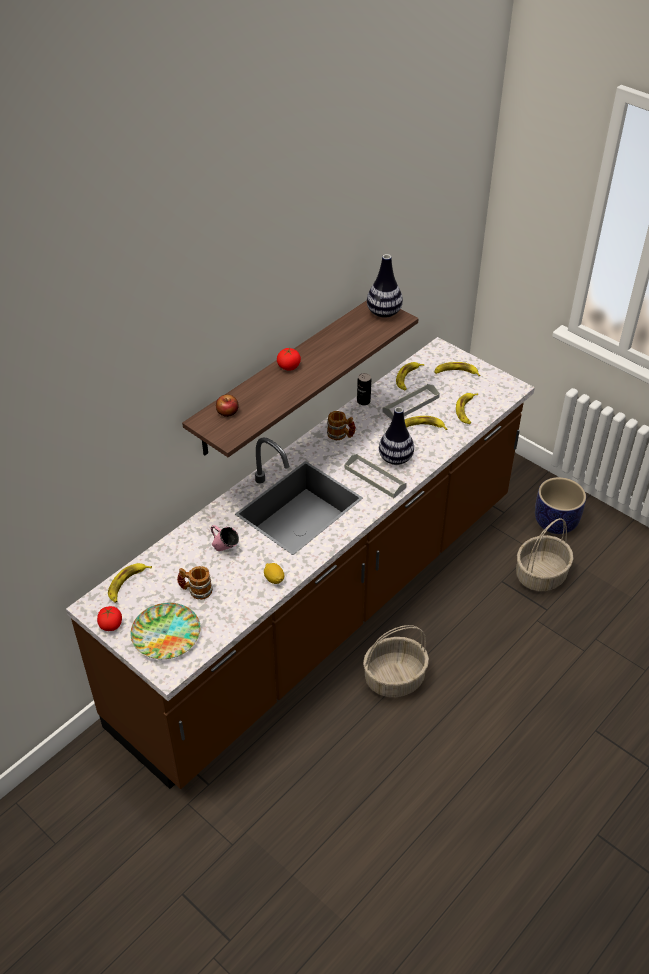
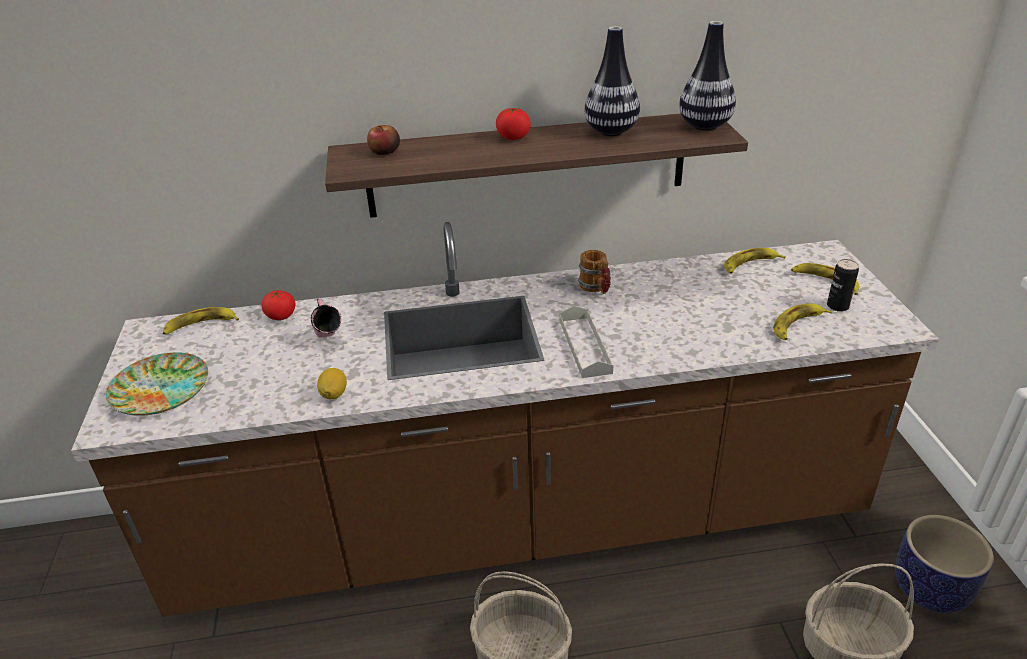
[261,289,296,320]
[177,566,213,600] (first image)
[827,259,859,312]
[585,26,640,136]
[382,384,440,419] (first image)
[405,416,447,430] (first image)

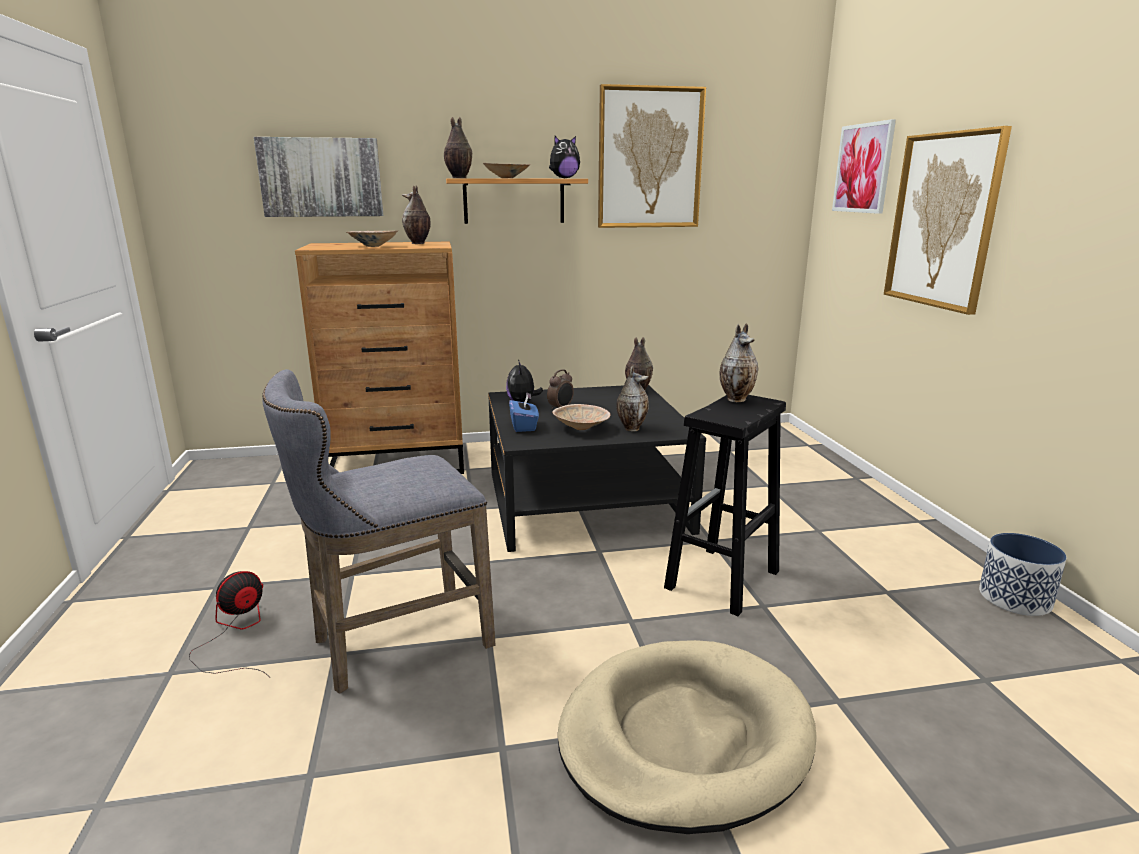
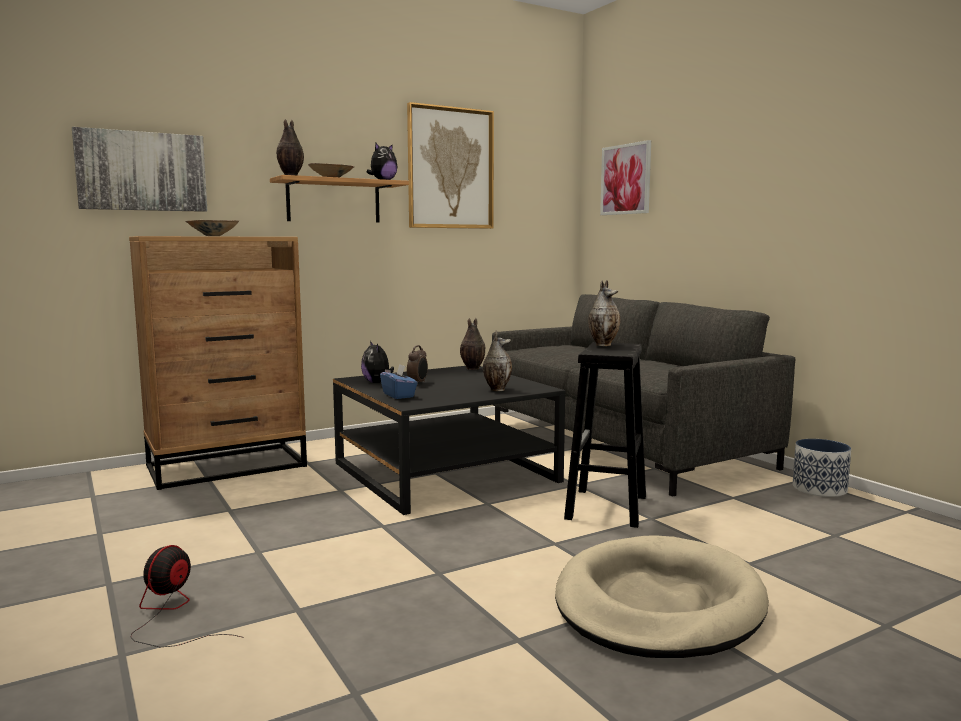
[262,369,496,694] (first image)
[402,185,431,244] (first image)
[552,404,610,430] (first image)
[884,126,1012,315] (first image)
[492,294,795,497]

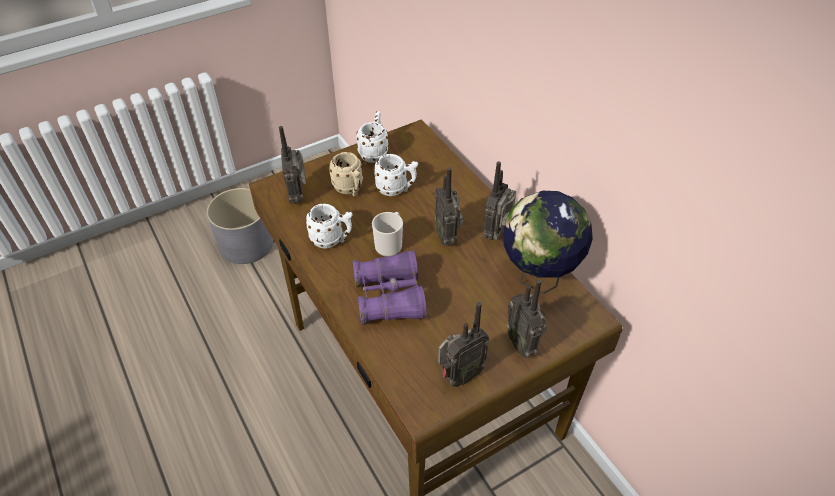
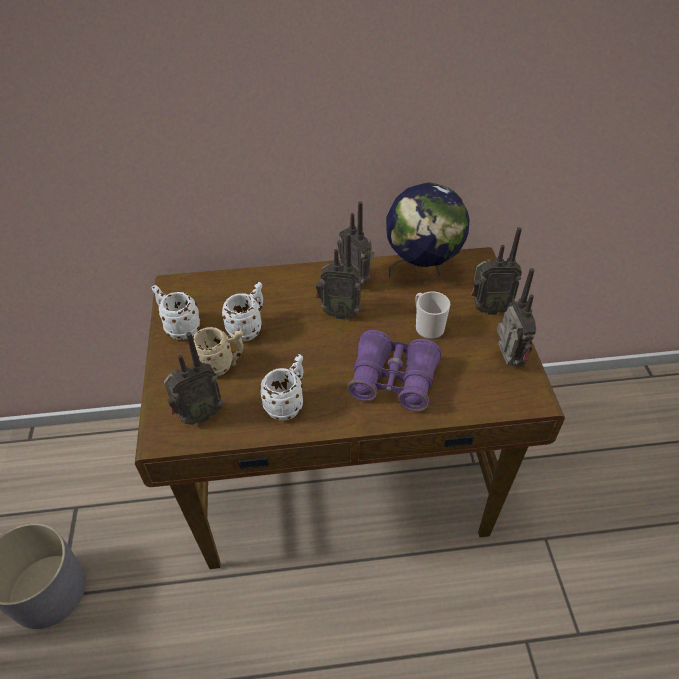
[164,332,223,425]
[415,291,450,339]

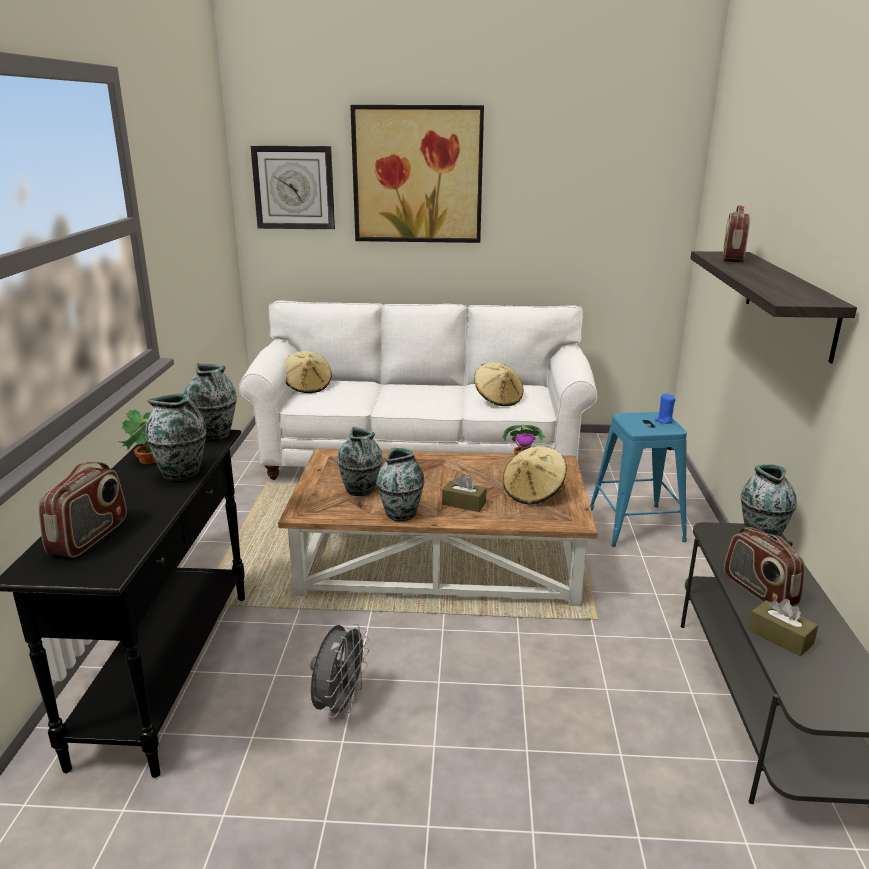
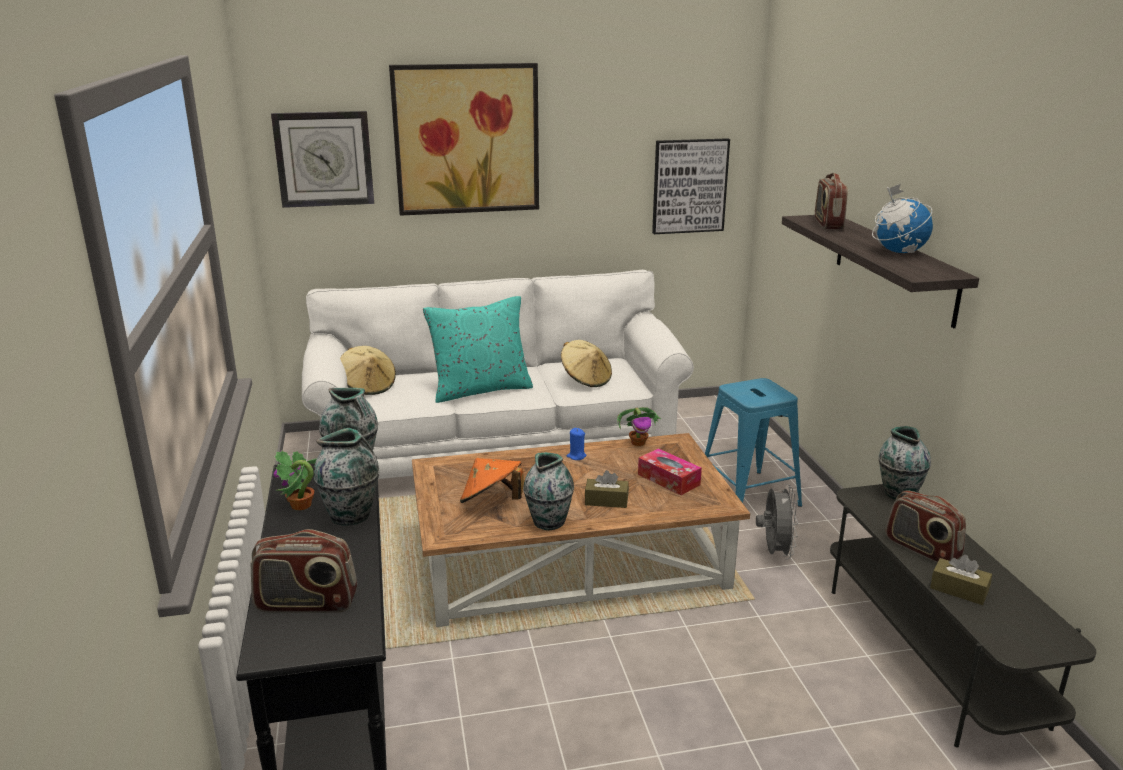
[251,529,357,613]
[756,484,798,560]
[460,458,524,503]
[638,448,702,495]
[567,428,587,460]
[423,296,533,403]
[652,138,730,234]
[872,184,933,253]

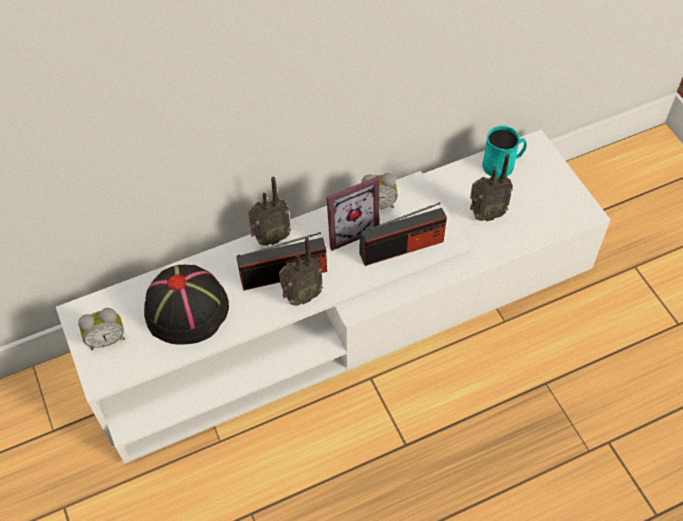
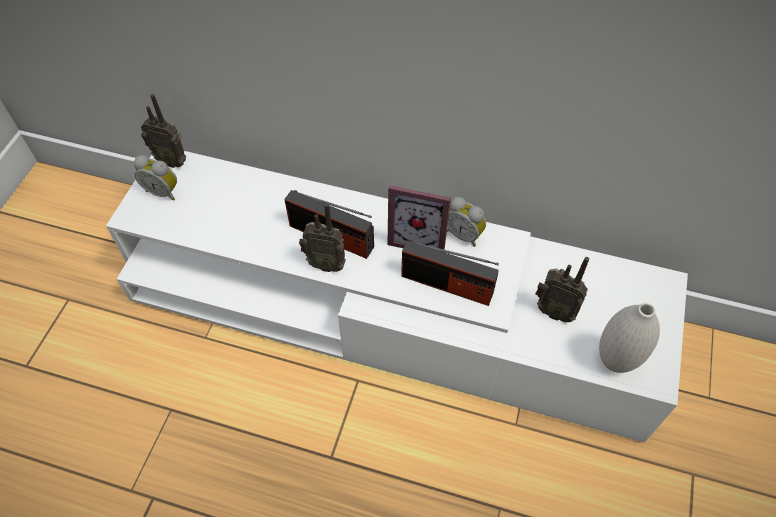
[144,265,229,345] (first image)
[141,94,186,168]
[482,126,527,178] (first image)
[599,303,660,373]

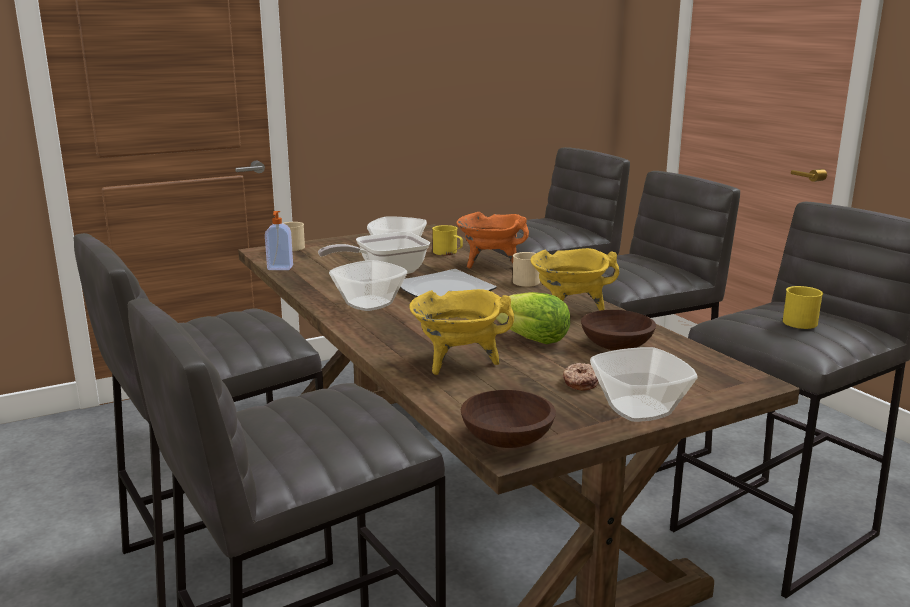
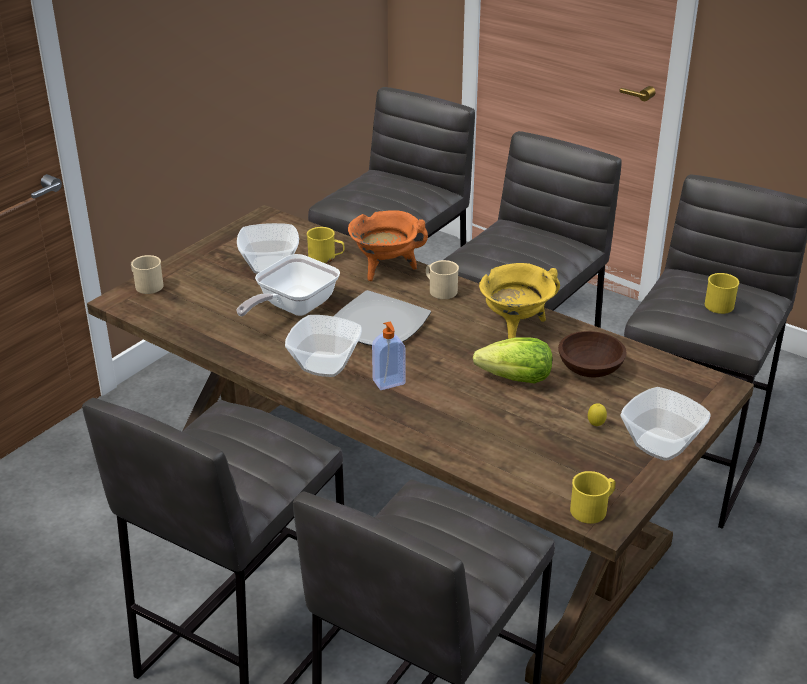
[372,322,405,390]
[409,289,514,375] (first image)
[570,471,616,524]
[588,403,607,426]

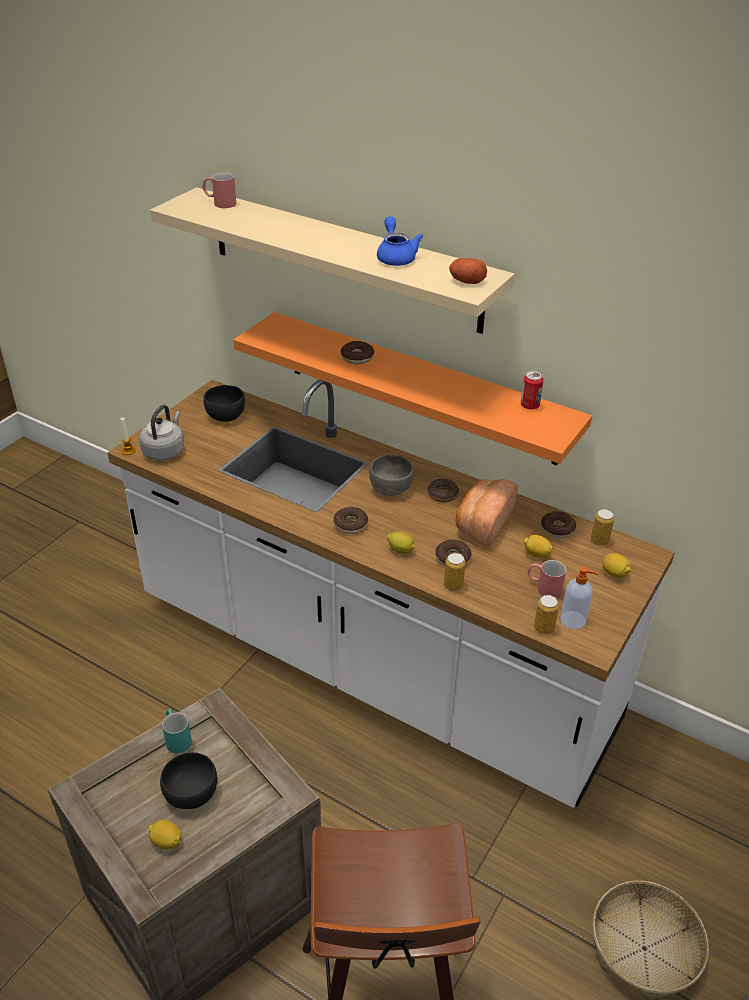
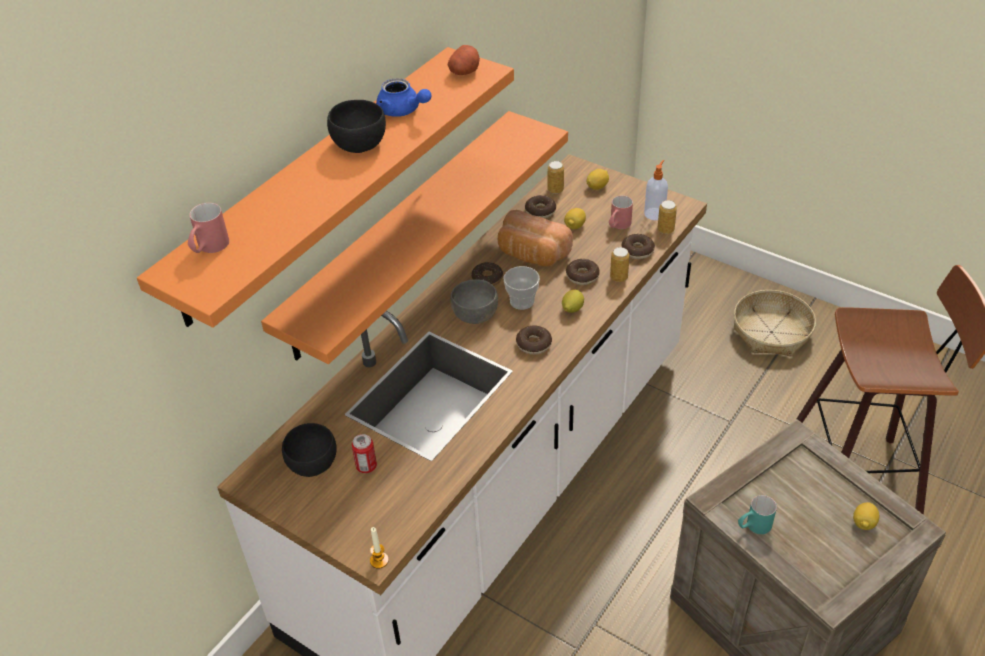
[139,405,184,461] (first image)
[137,47,514,328]
[327,100,386,153]
[622,234,655,259]
[376,78,432,117]
[352,434,377,473]
[504,266,540,310]

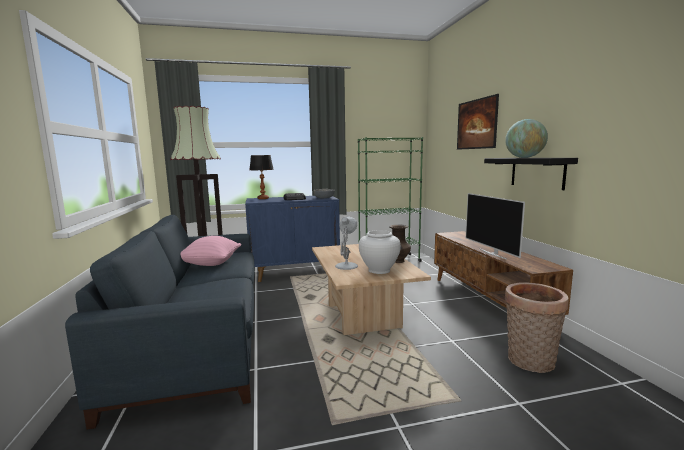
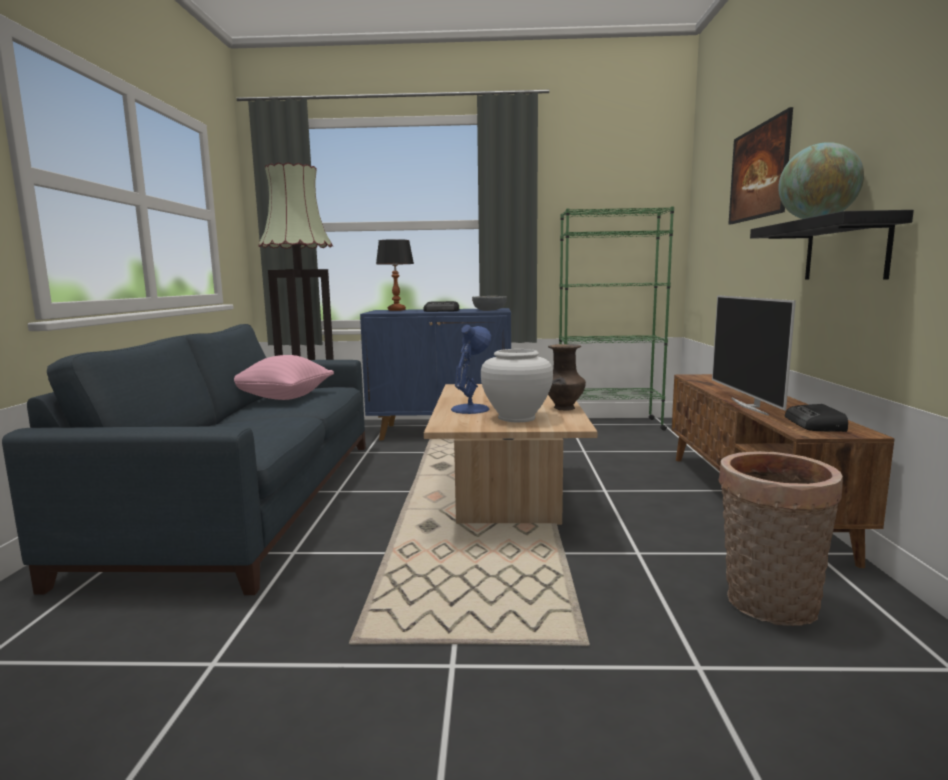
[451,325,491,414]
[785,404,848,432]

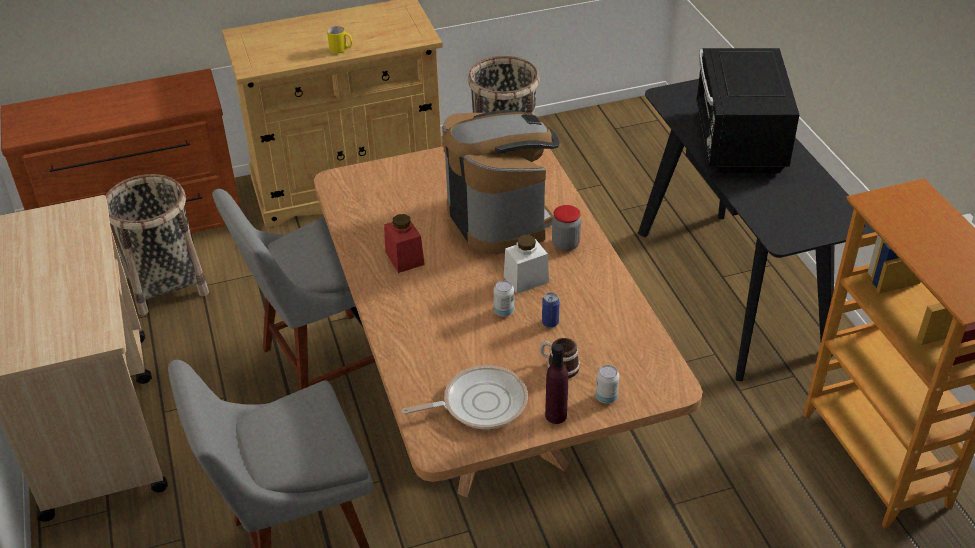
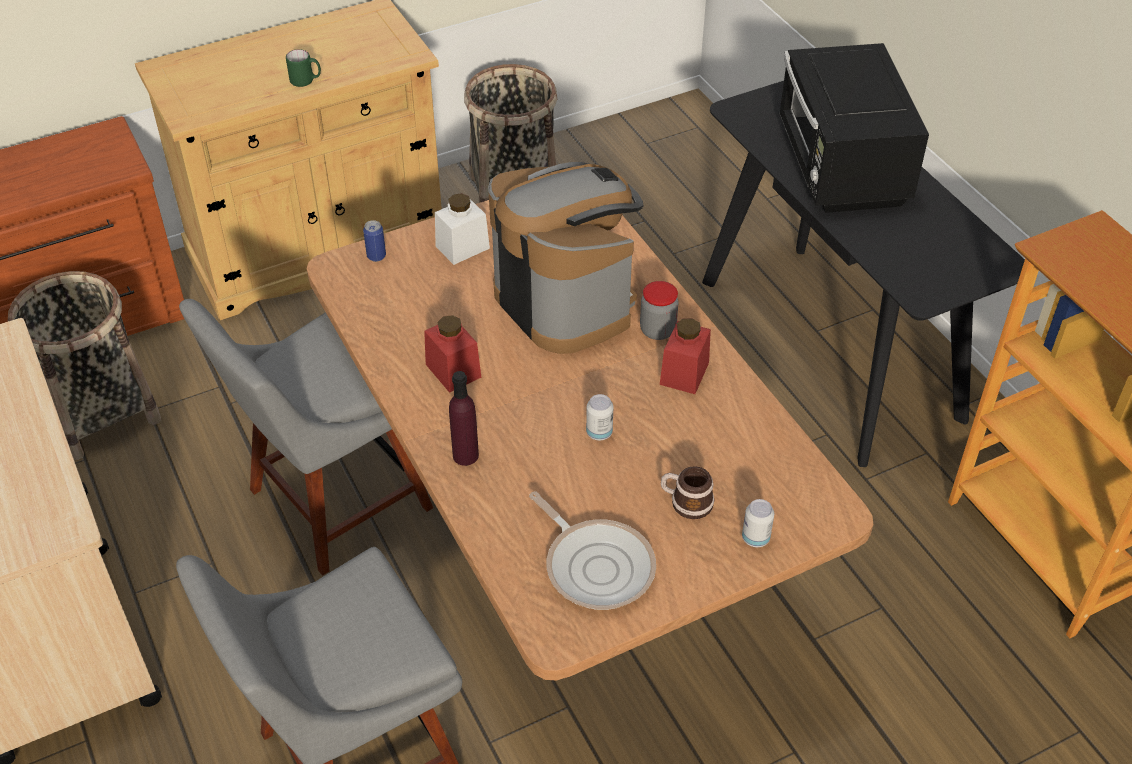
[286,49,321,87]
[529,492,656,610]
[435,193,490,265]
[363,220,386,262]
[449,371,479,466]
[660,318,711,394]

